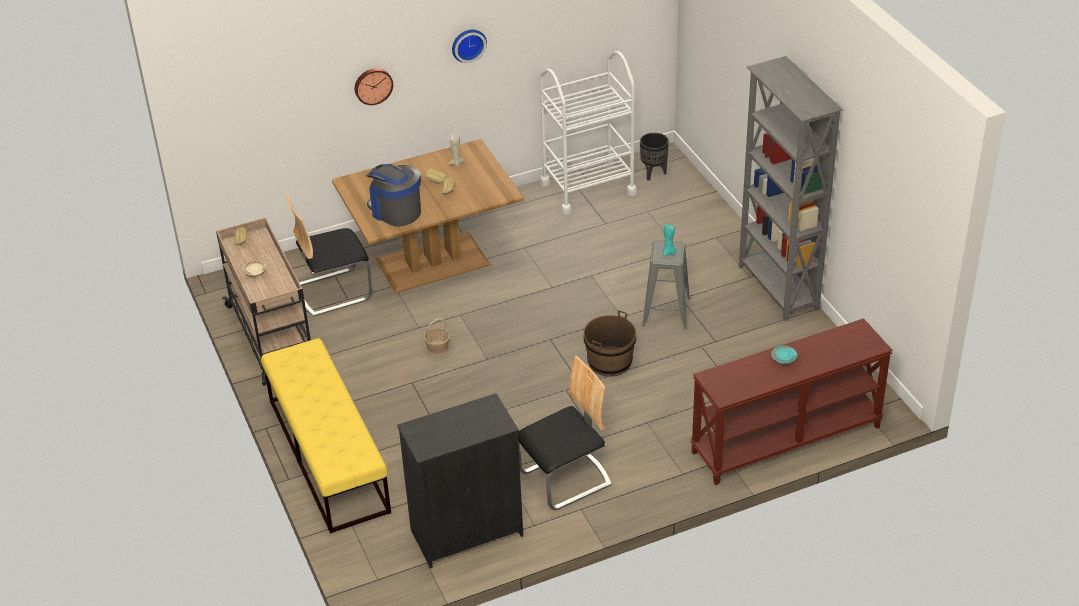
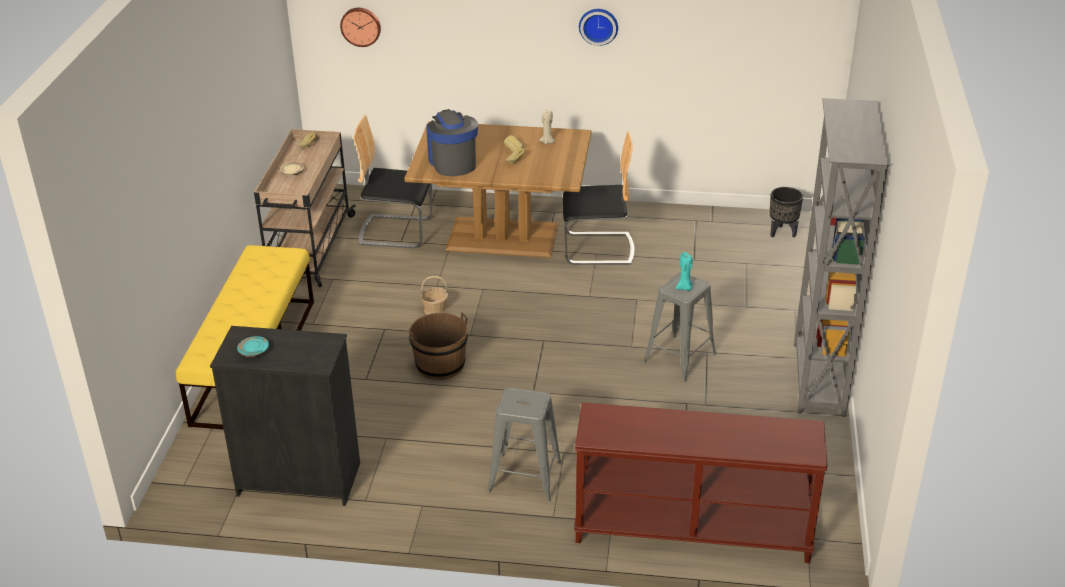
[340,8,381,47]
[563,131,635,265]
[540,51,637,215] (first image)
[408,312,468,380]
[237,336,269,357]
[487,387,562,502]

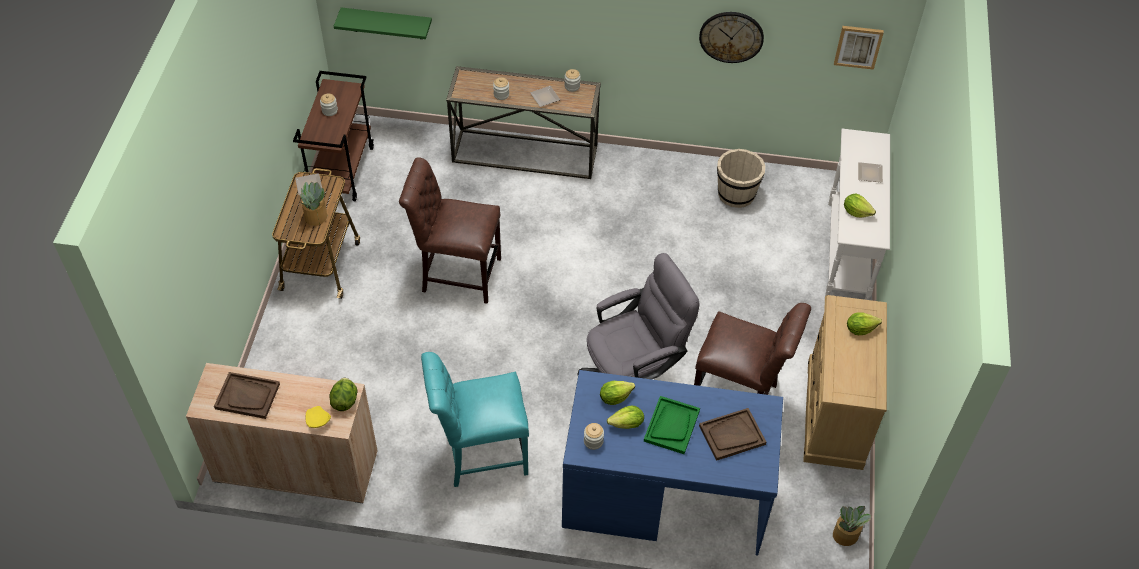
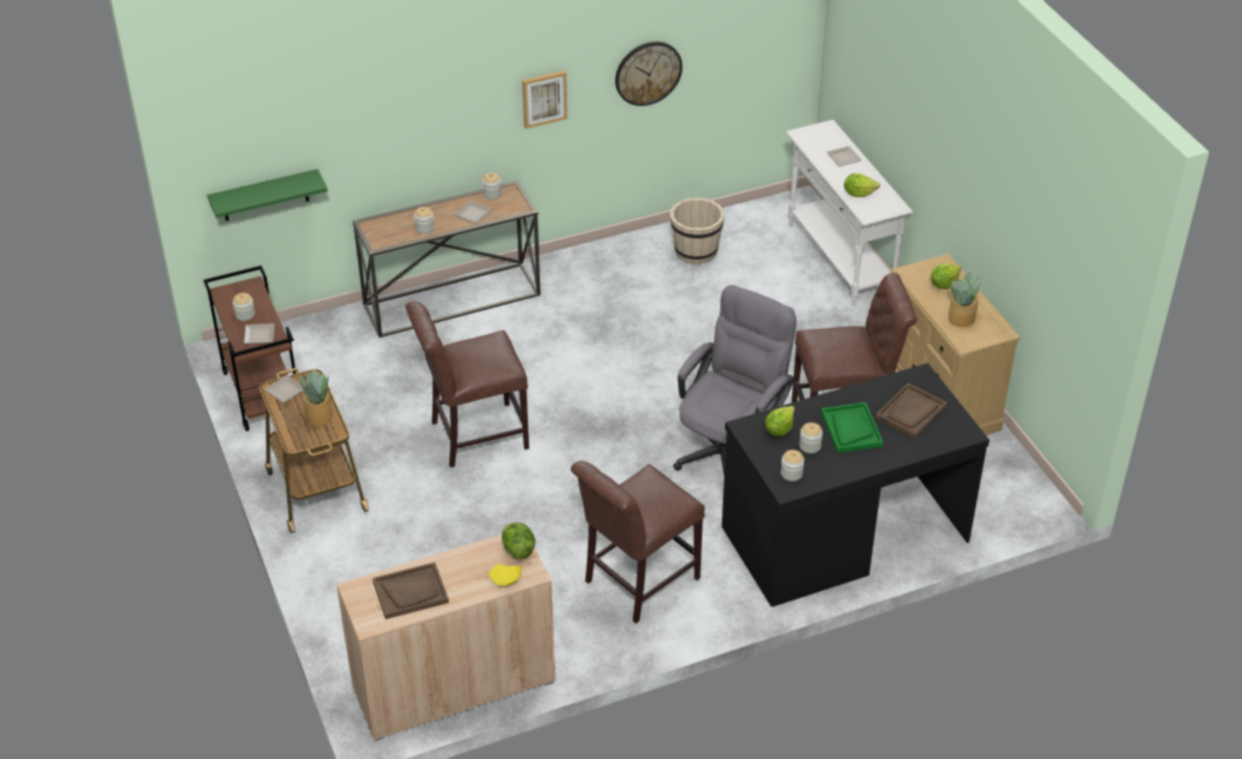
[571,461,705,623]
[722,363,989,607]
[799,422,823,453]
[948,272,983,327]
[522,71,568,129]
[244,323,275,344]

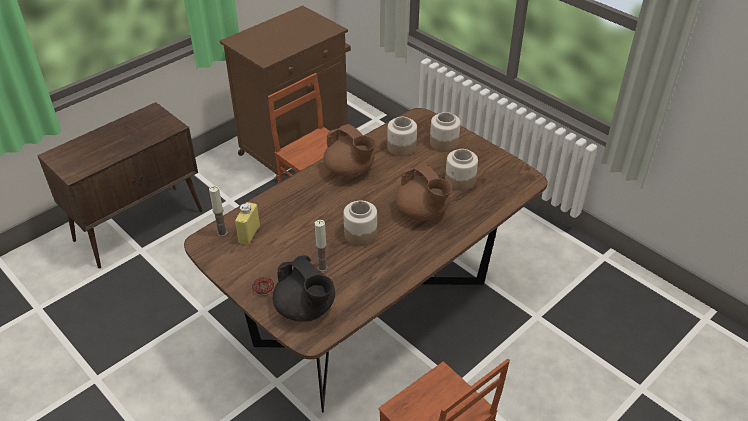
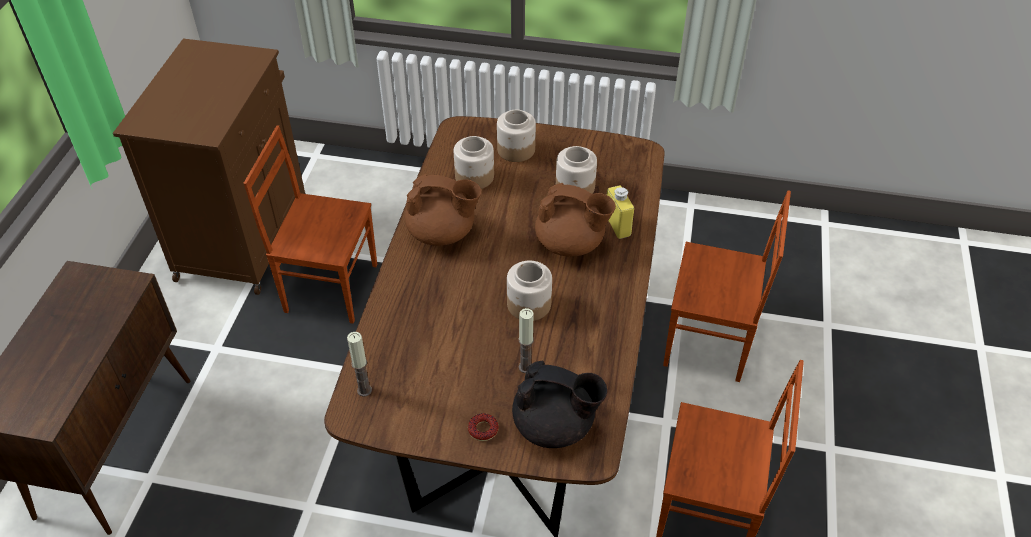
[607,186,634,239]
[663,190,791,382]

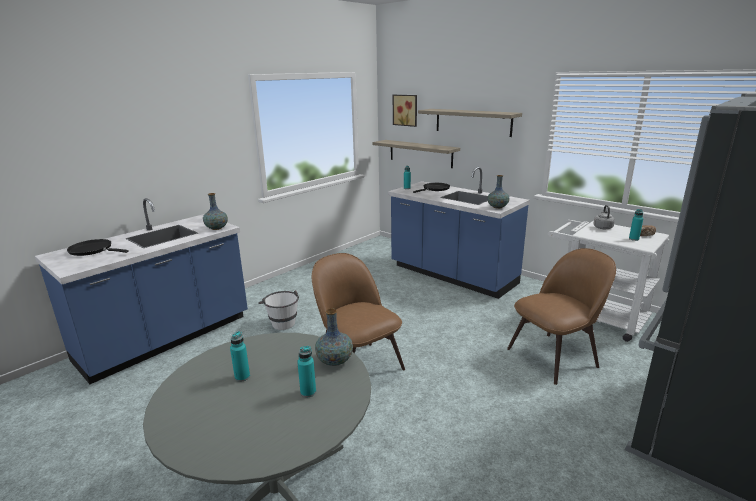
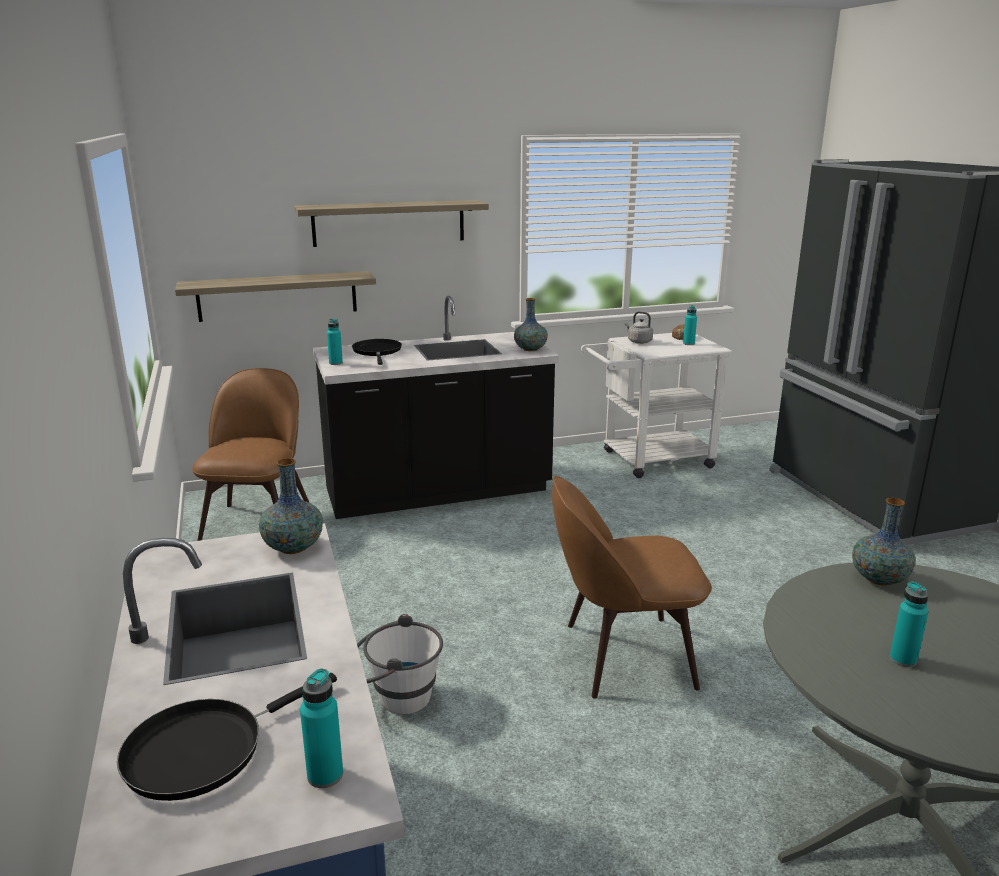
[300,668,343,788]
[313,296,559,519]
[393,95,417,127] (first image)
[192,368,309,541]

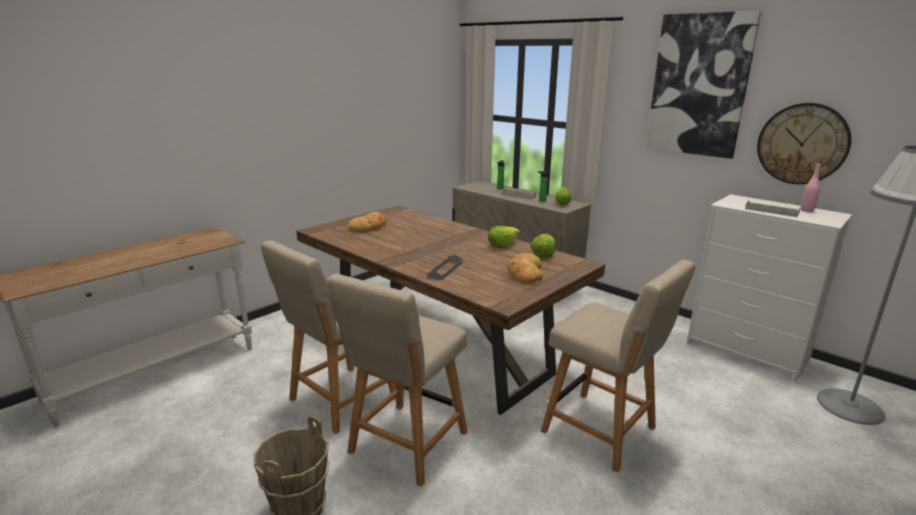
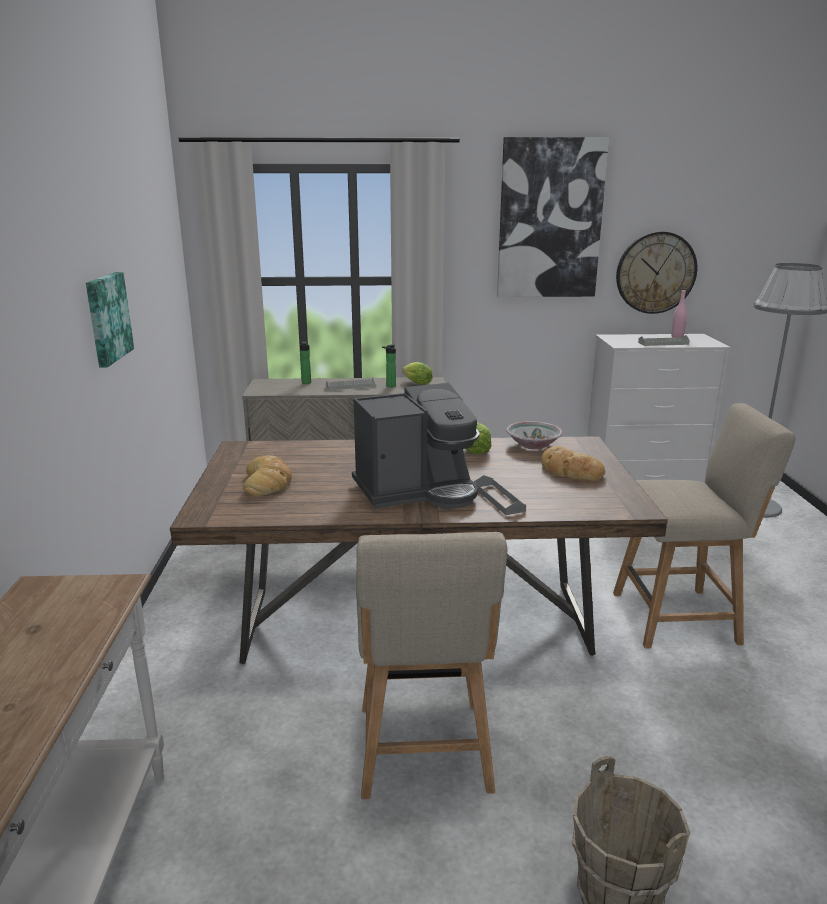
[326,274,468,487] (first image)
[506,421,563,450]
[86,272,134,367]
[352,383,480,509]

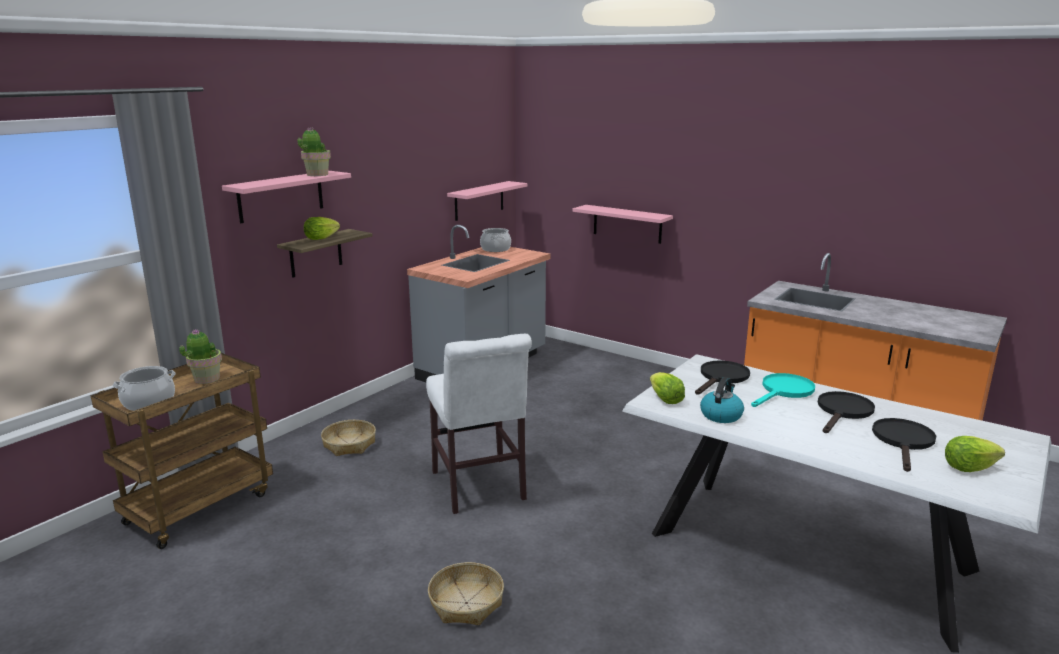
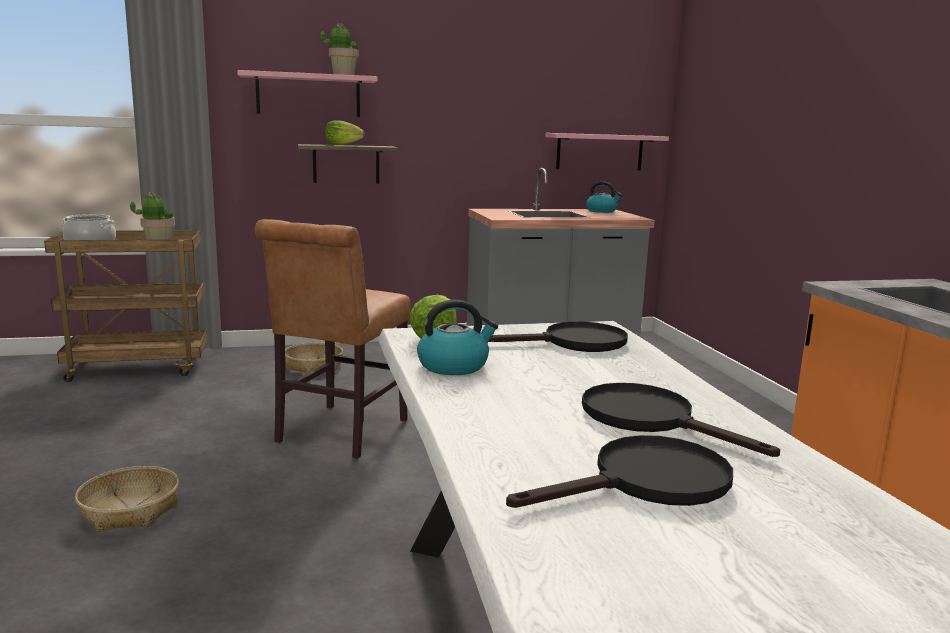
[255,219,411,459]
[586,182,622,213]
[573,205,673,244] (first image)
[751,373,815,407] (first image)
[582,383,780,457]
[945,436,1005,472] (first image)

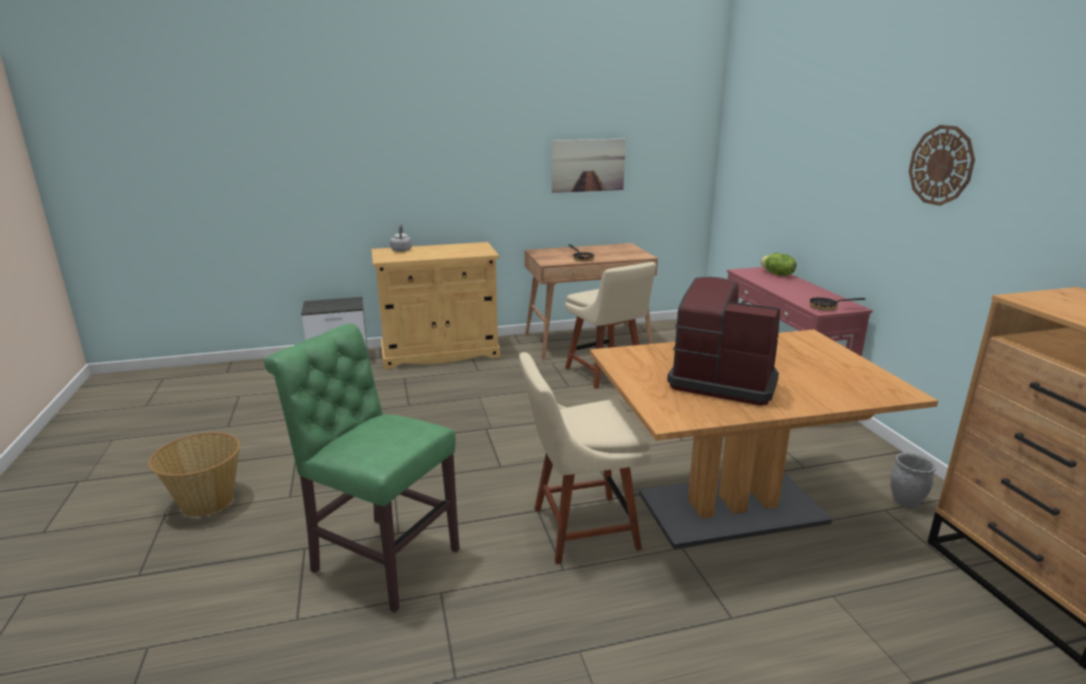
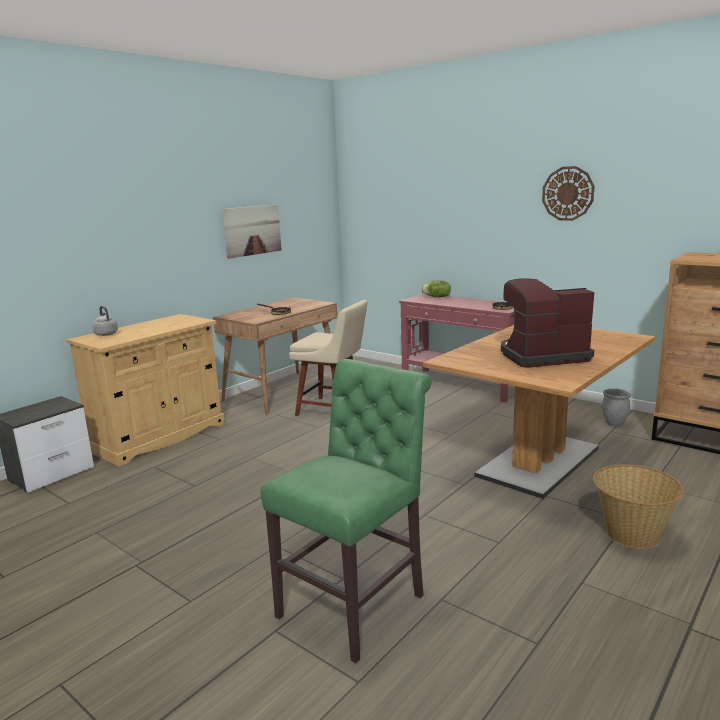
[593,464,684,549]
[260,359,431,663]
[519,352,652,564] (first image)

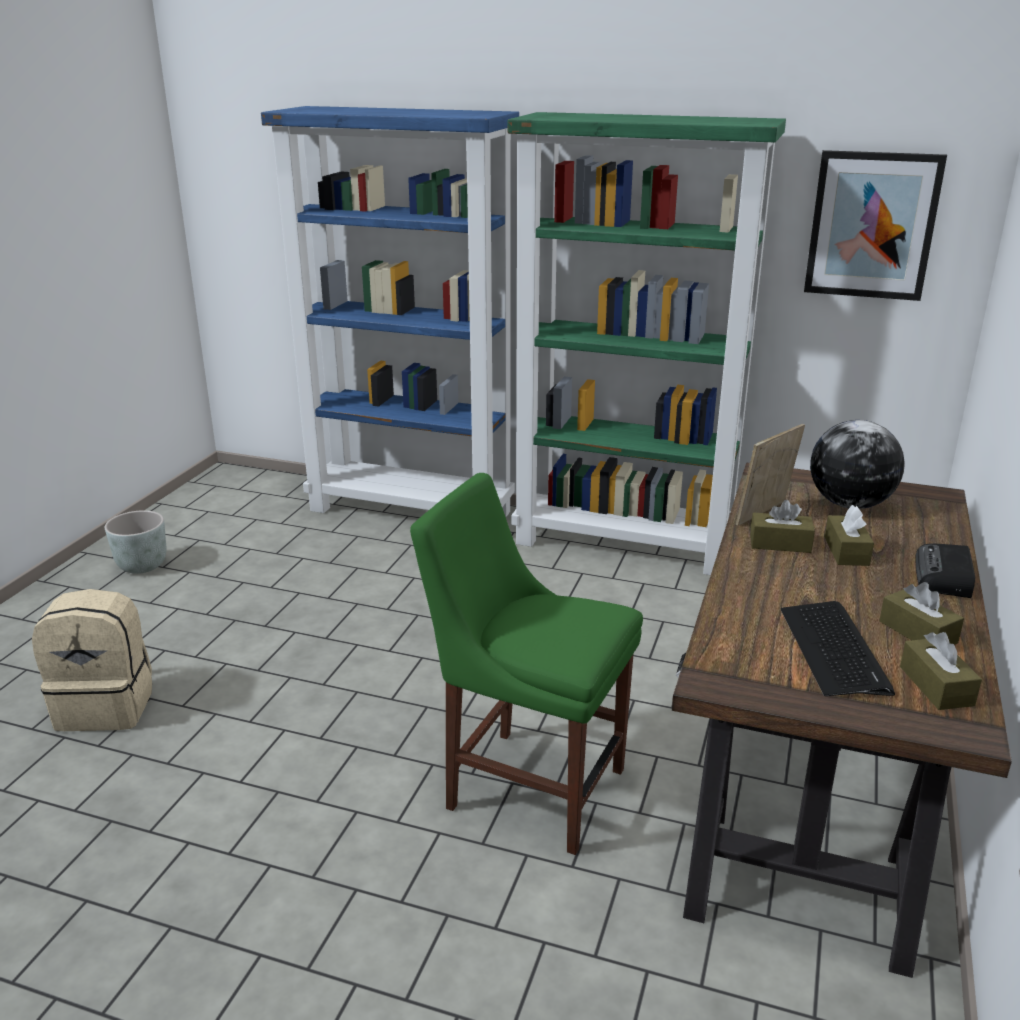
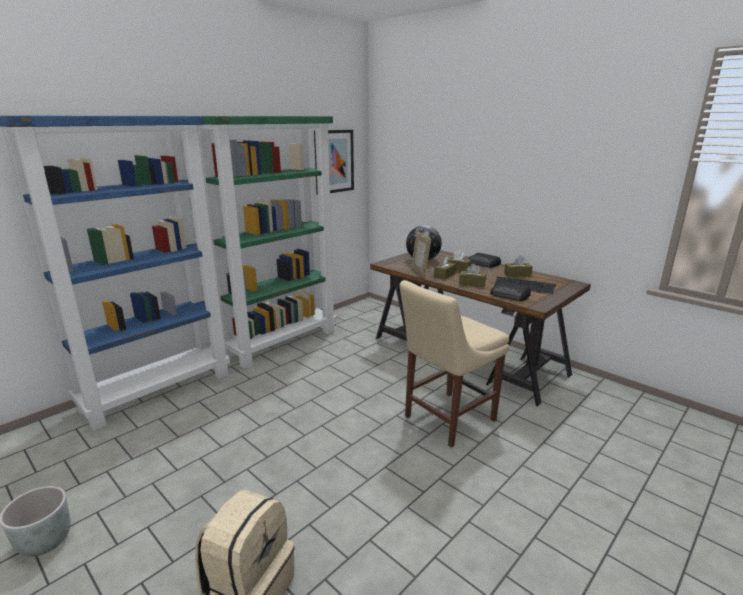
[399,280,509,448]
[459,264,486,287]
[490,282,531,301]

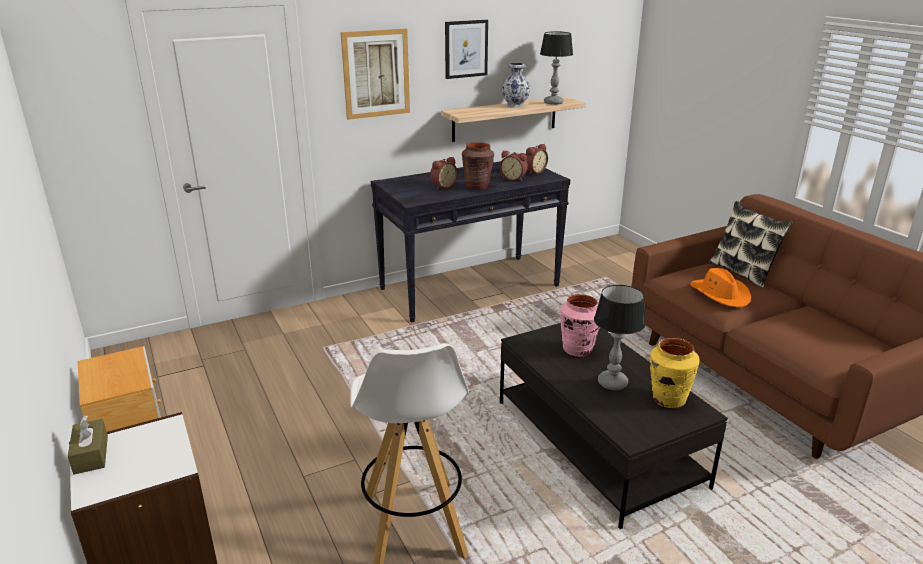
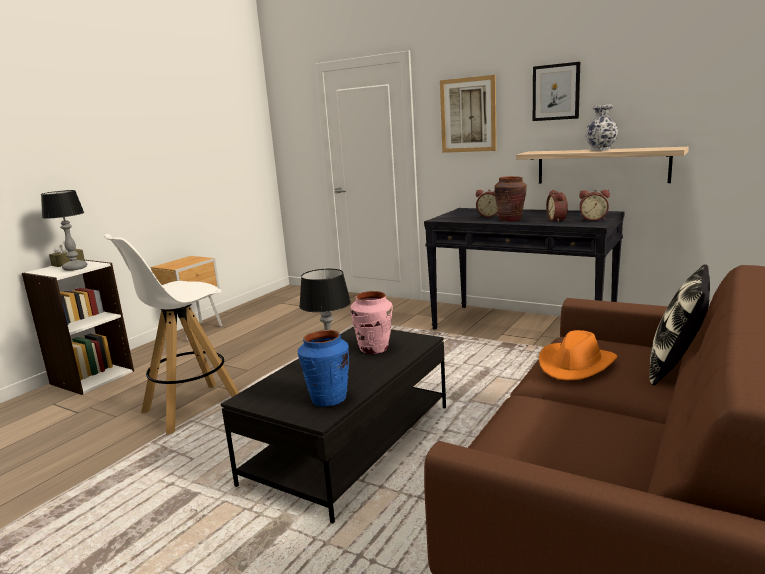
[41,190,87,271]
[298,330,349,407]

